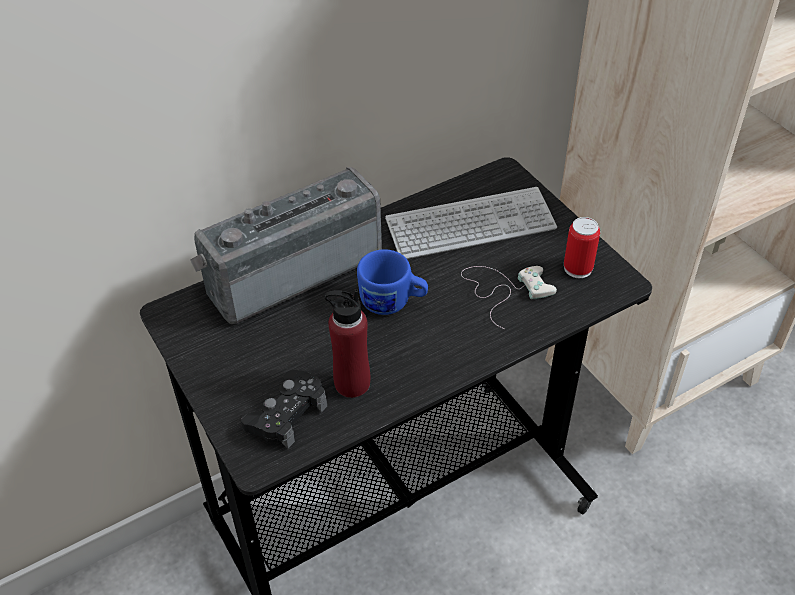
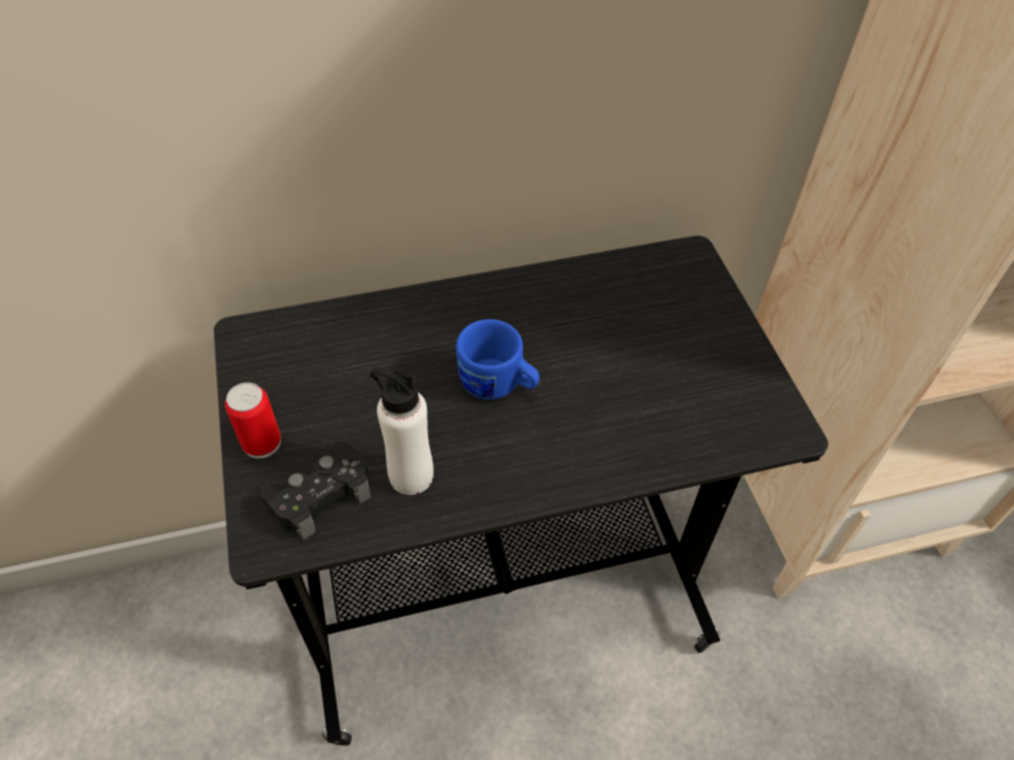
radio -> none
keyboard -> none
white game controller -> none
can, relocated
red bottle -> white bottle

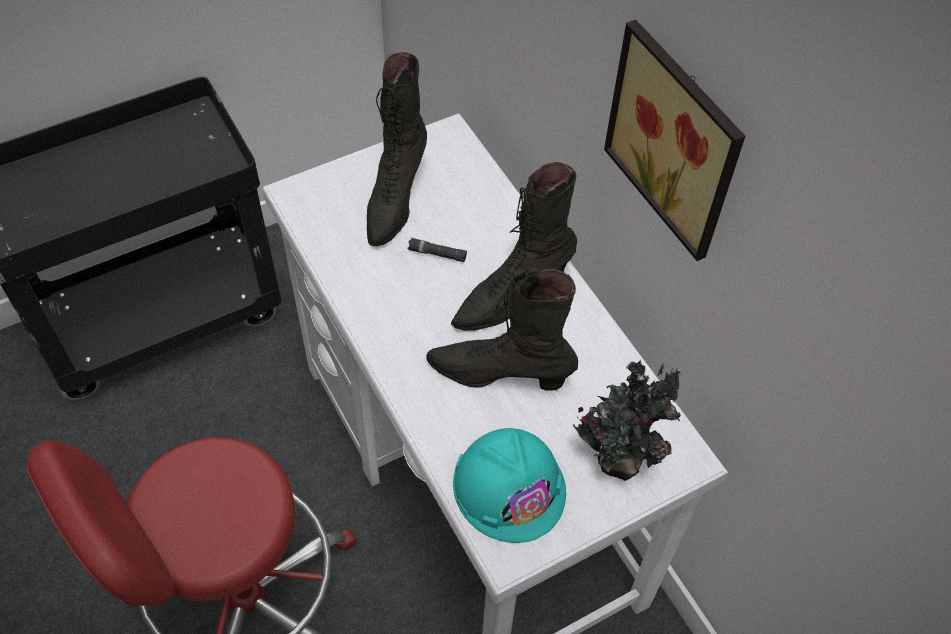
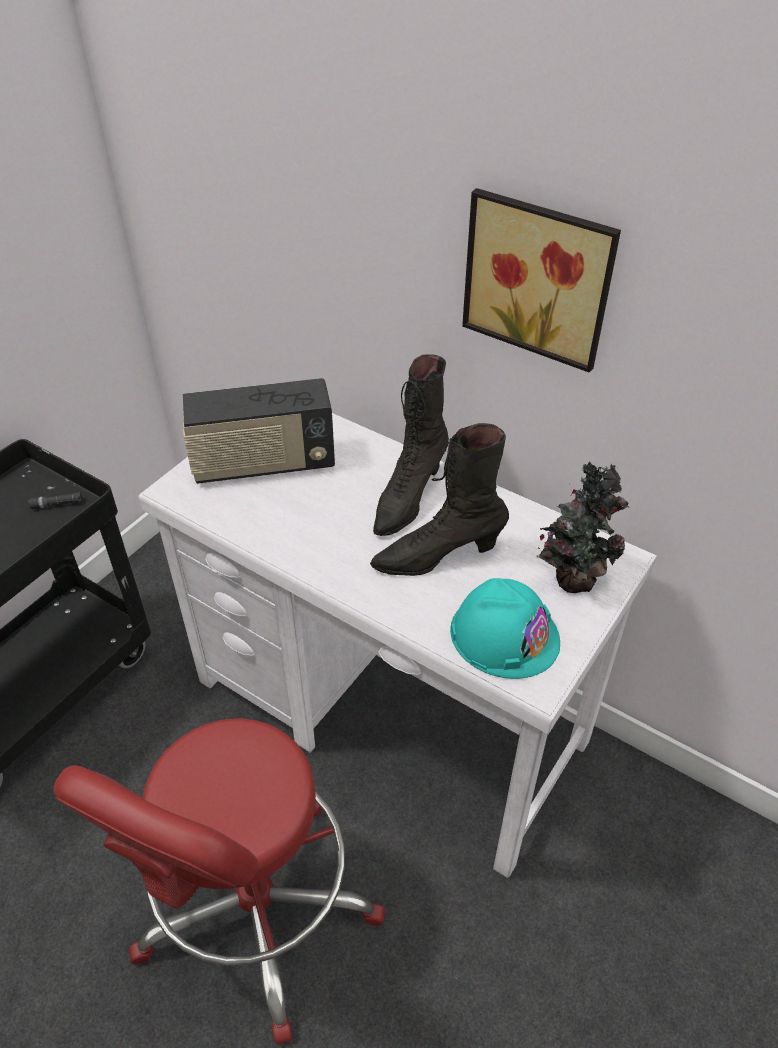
black flashlight, relocated
black boot (no. 1 from left) -> radio

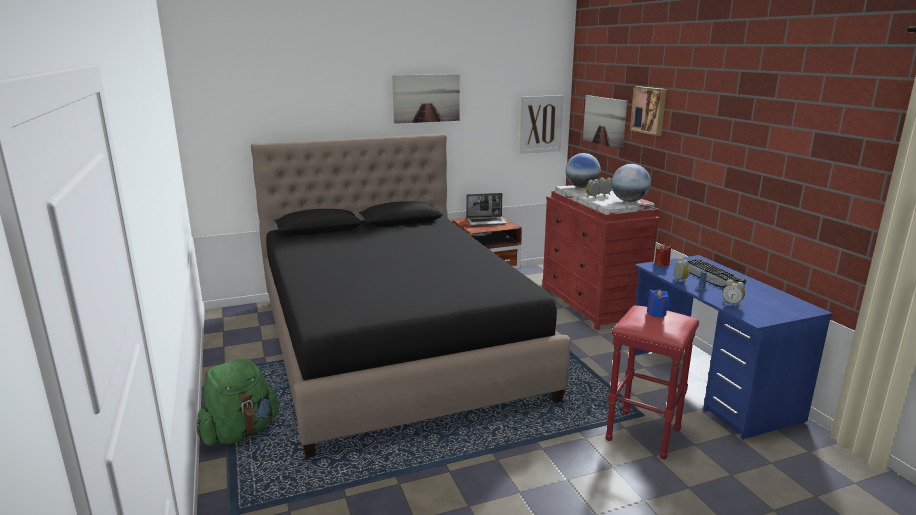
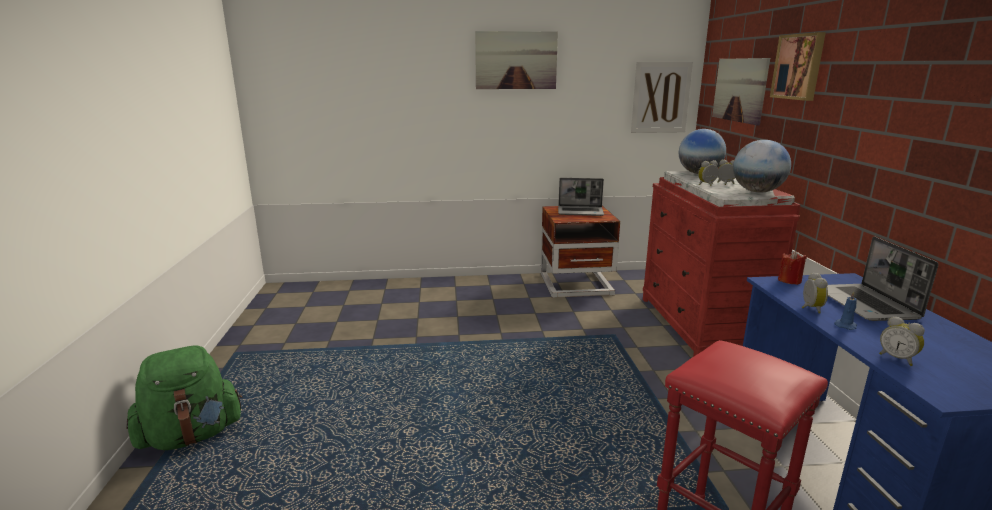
black bed -> none
blue candle (no. 1 from left) -> none
keyboard -> laptop (no. 2 from left)

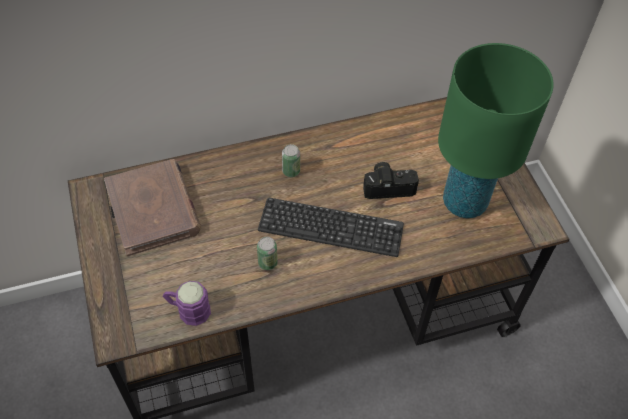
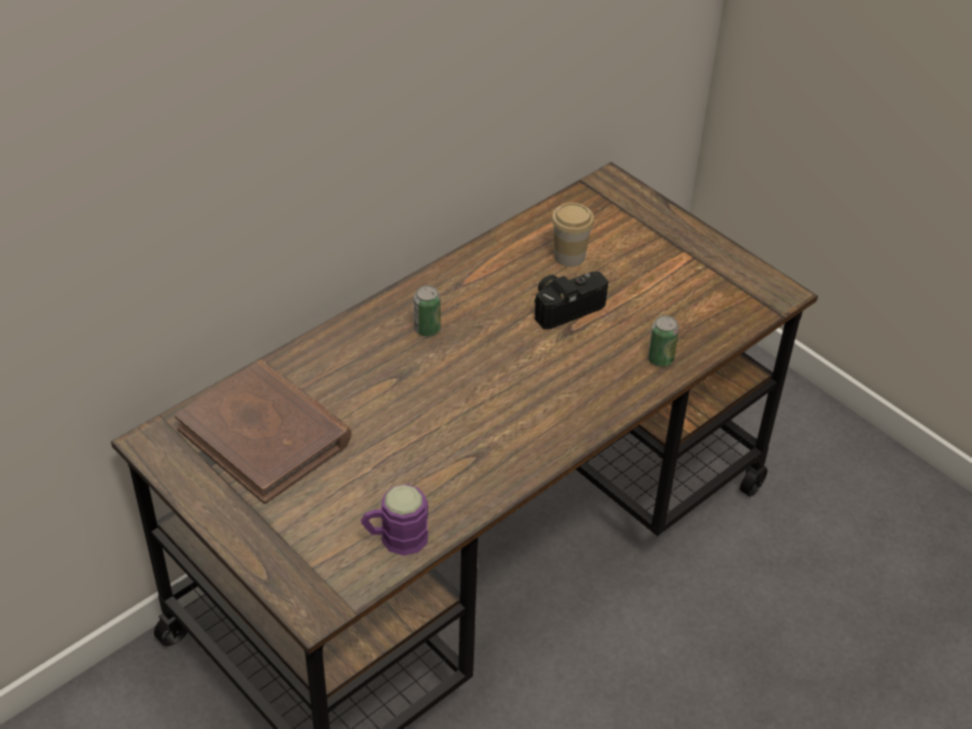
keyboard -> none
green table lamp -> none
none -> cup
can (no. 1 from left in the first image) -> can (no. 2 from left), relocated

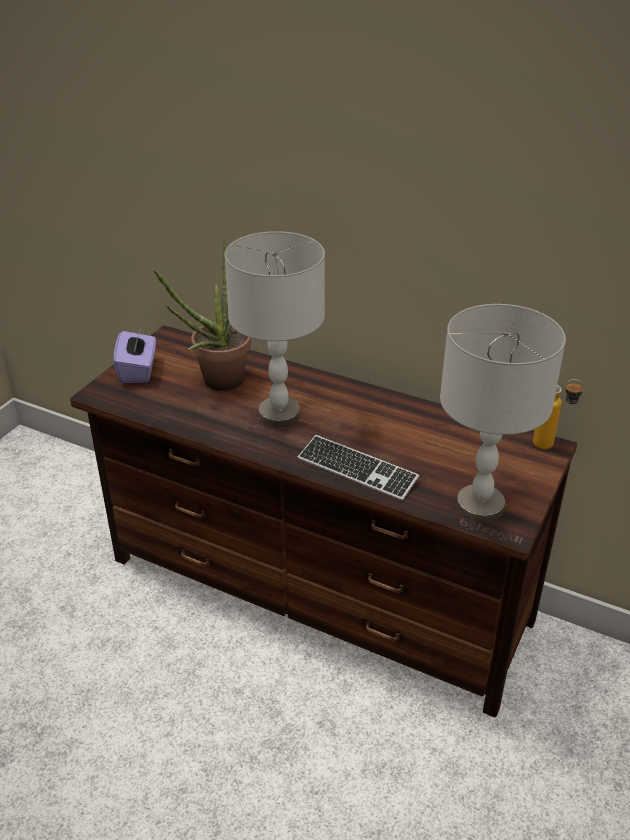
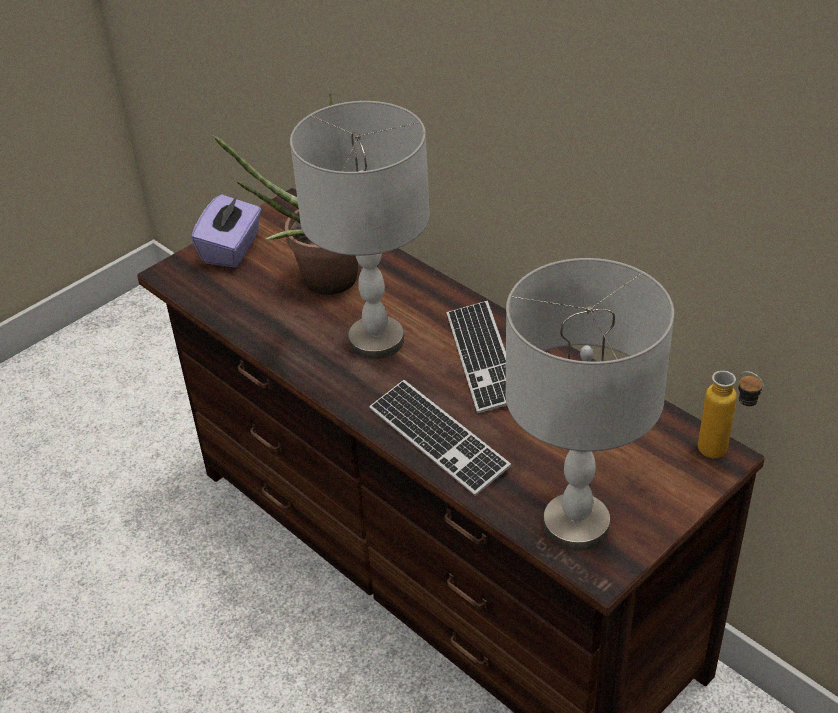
none -> keyboard (no. 2 from left)

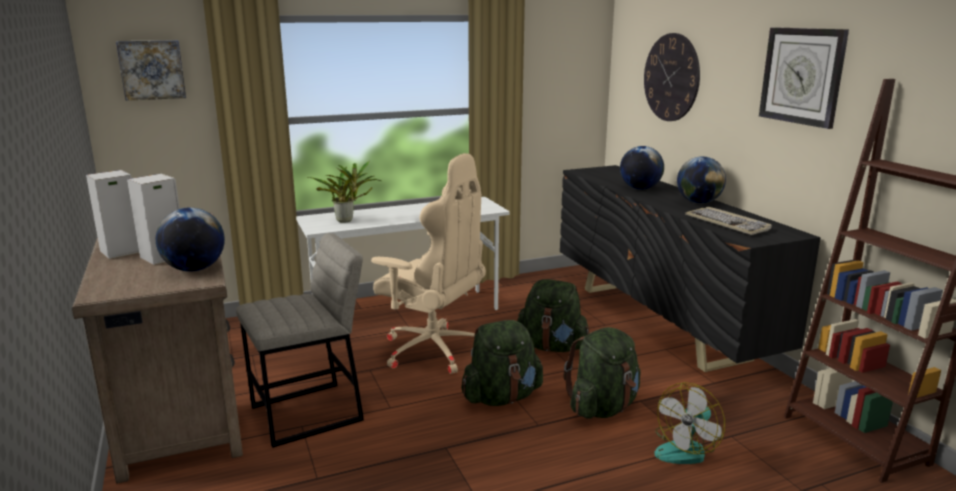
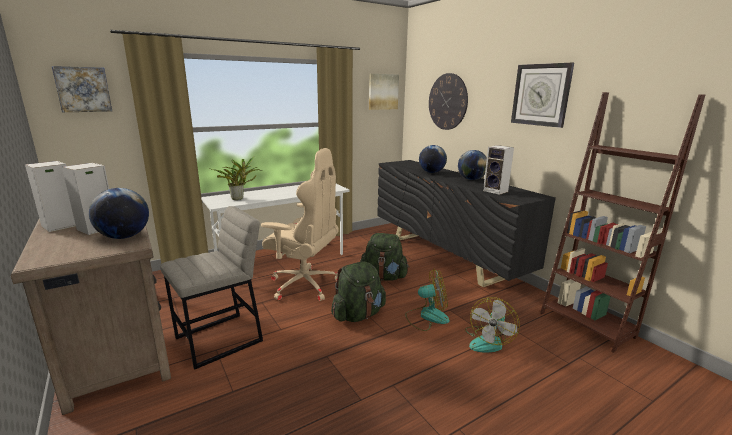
none -> picture (no. 2 from left)
green backpack (no. 3 from left) -> fan (no. 1 from left)
keyboard -> speaker (no. 3 from left)

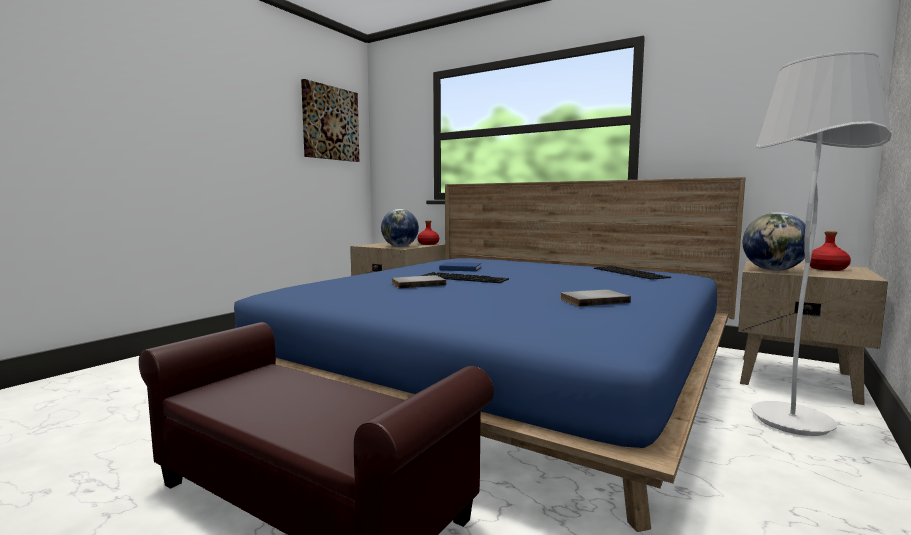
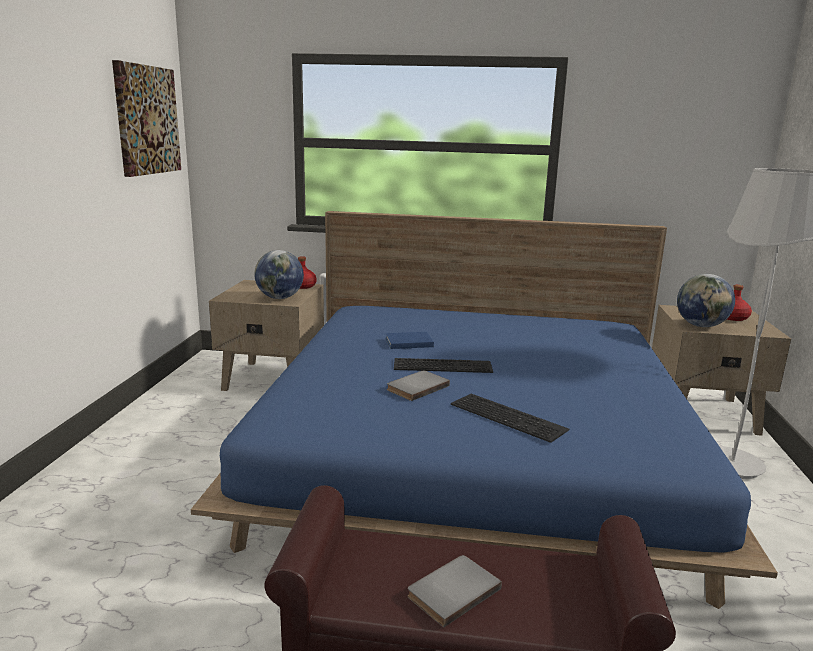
grey book (no. 2 from left), relocated
keyboard (no. 2 from left), relocated

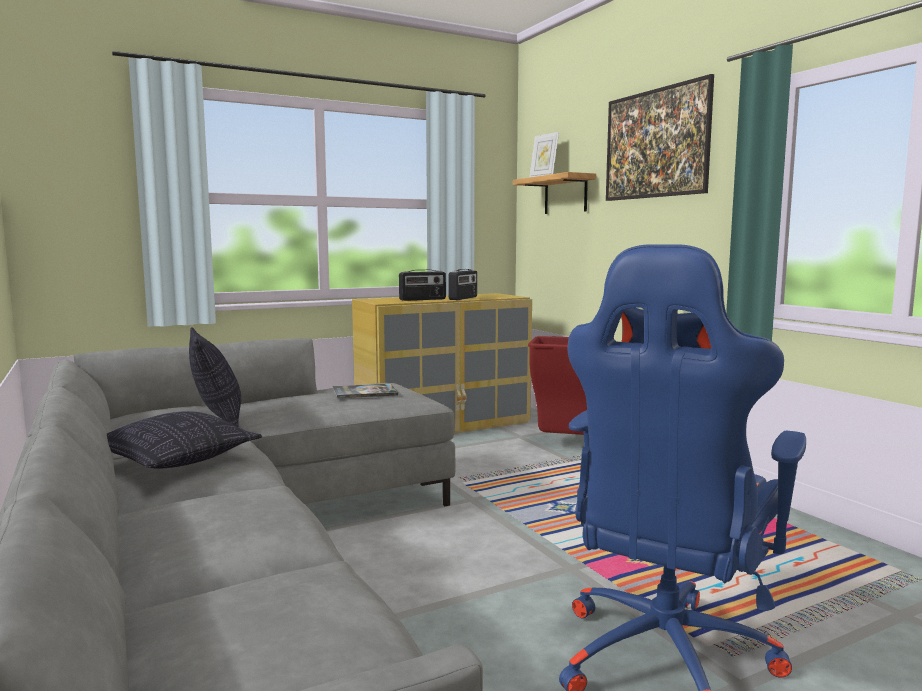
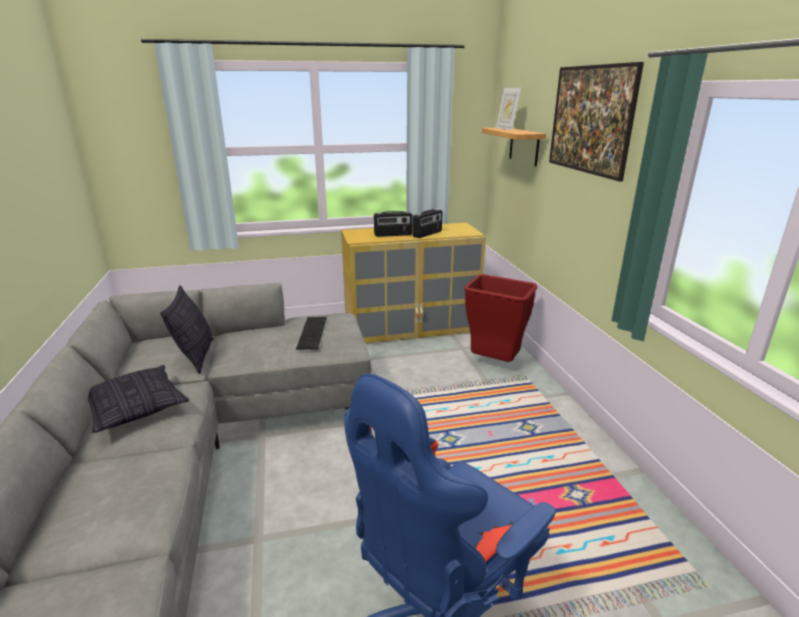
book -> keyboard

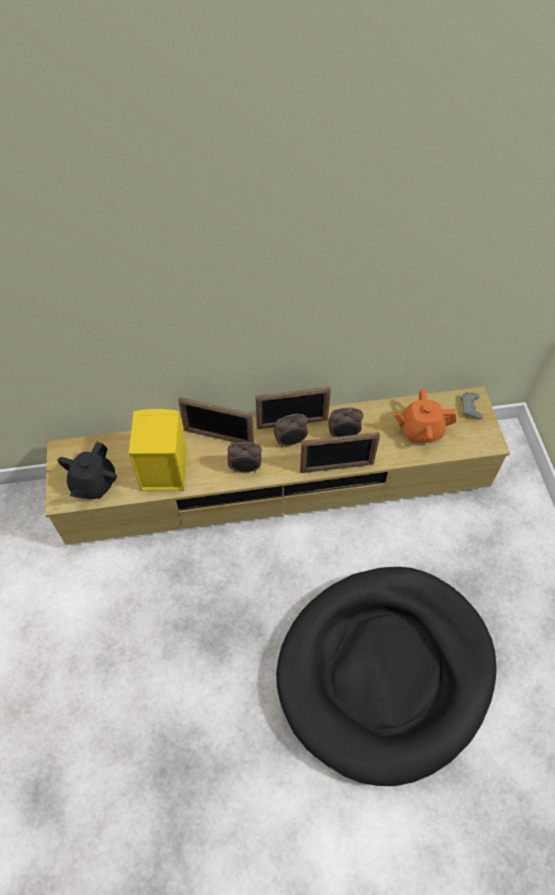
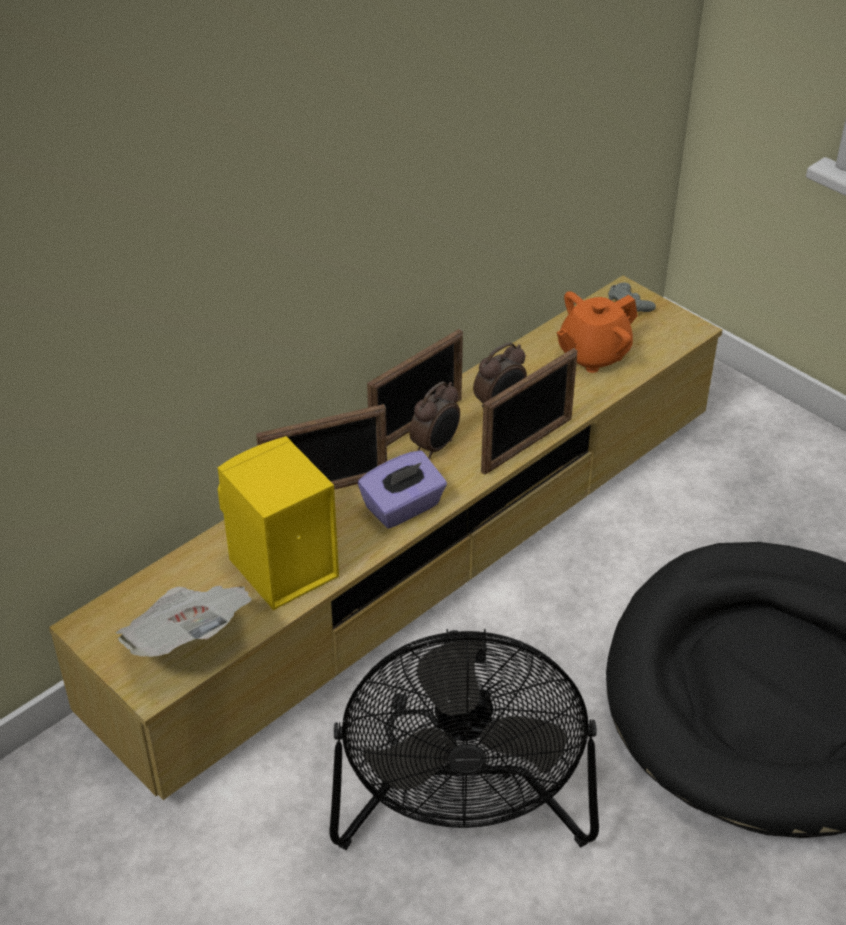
none -> black fan
black teapot -> newspaper
alarm clock (no. 1 from left) -> purple tissue box

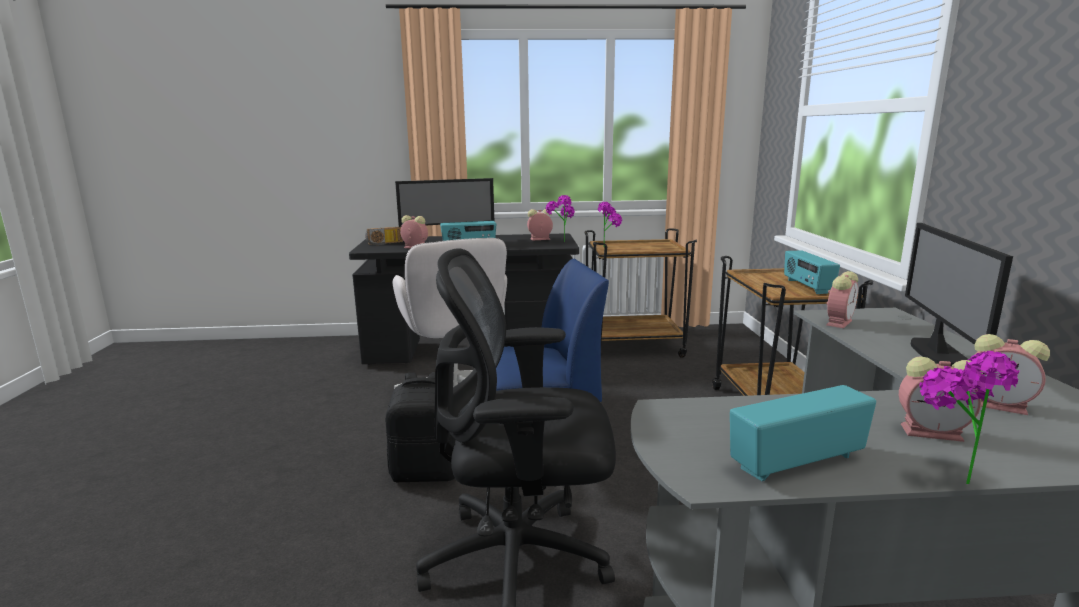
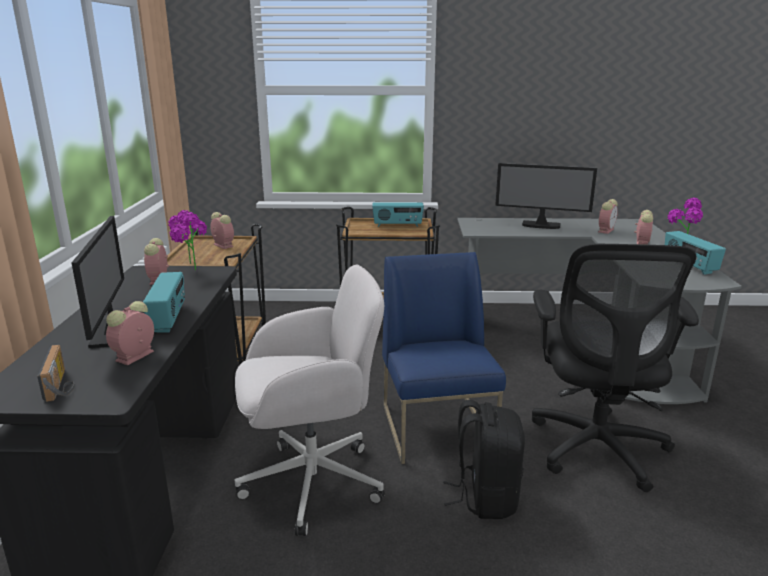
alarm clock (no. 3 from left), relocated

